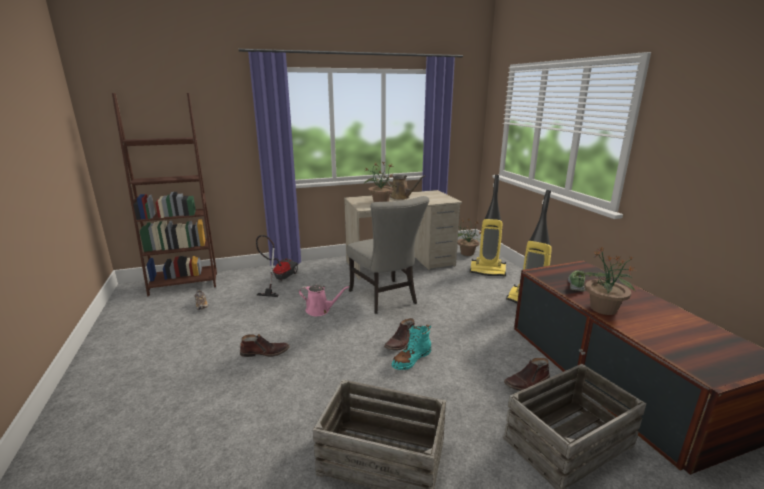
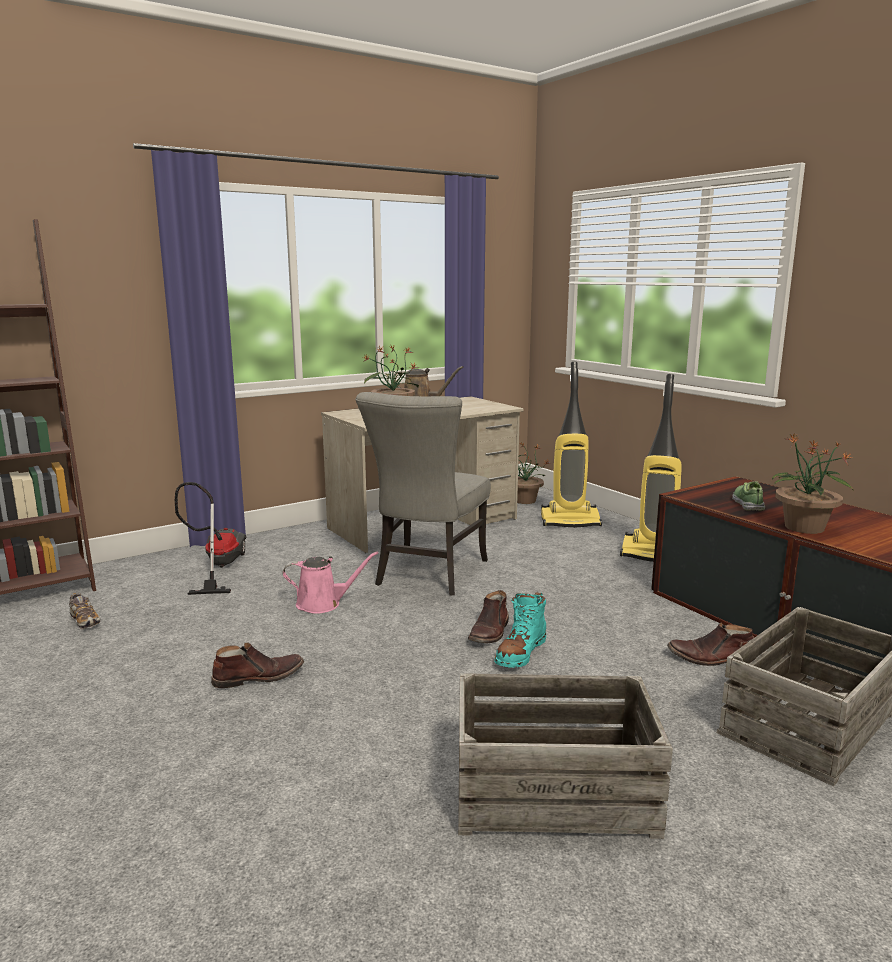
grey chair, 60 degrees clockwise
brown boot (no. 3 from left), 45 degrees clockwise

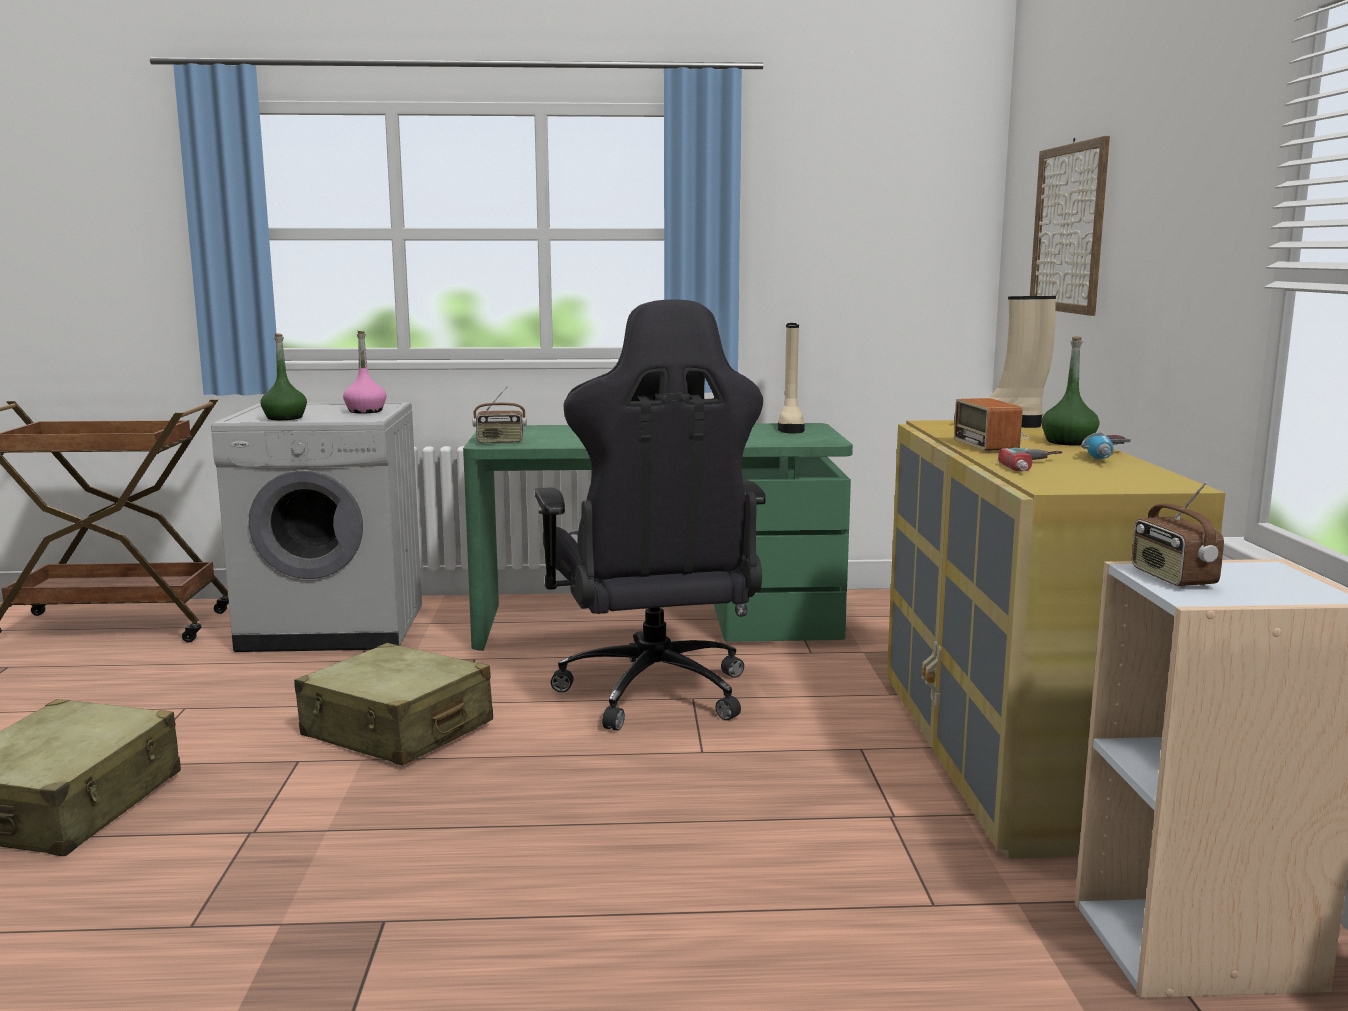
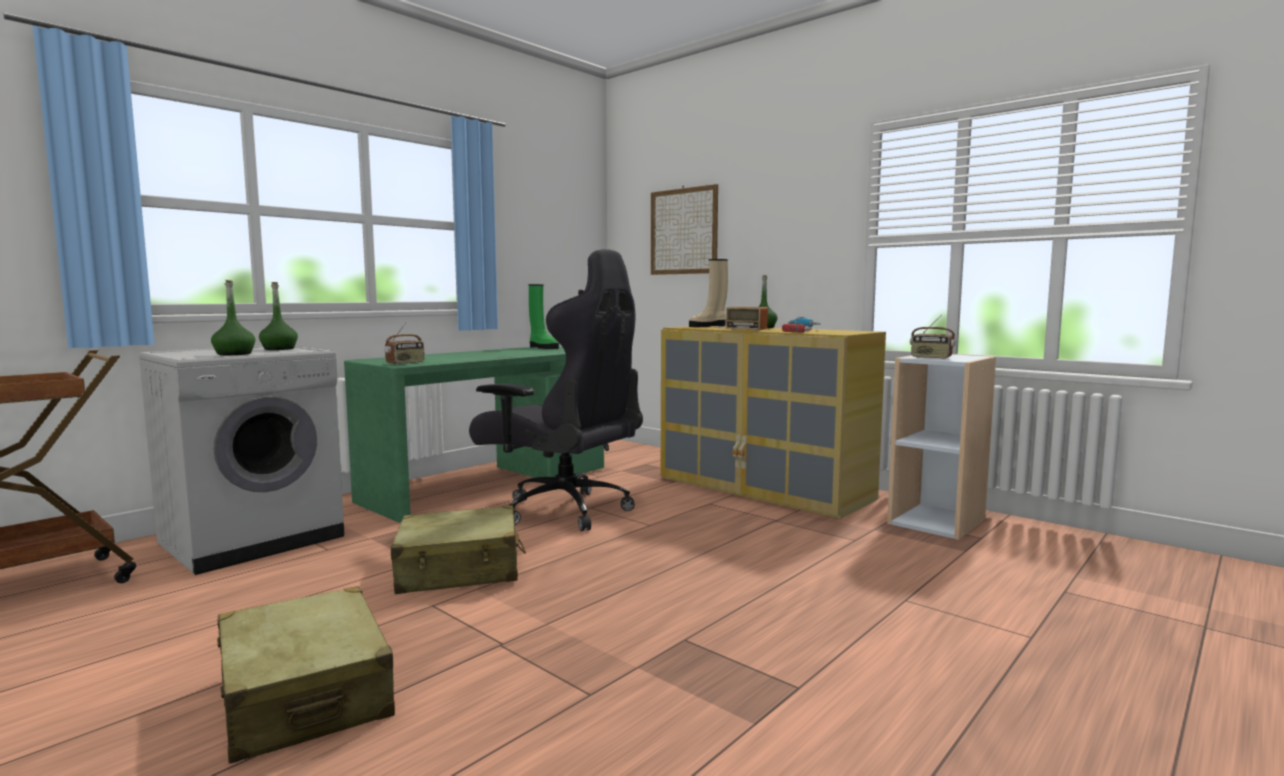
pink bottle -> green bottle (no. 2 from left)
beige boot (no. 1 from left) -> green boot

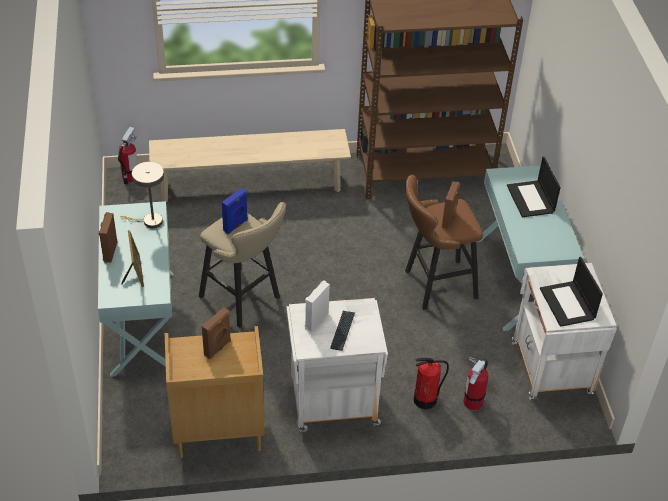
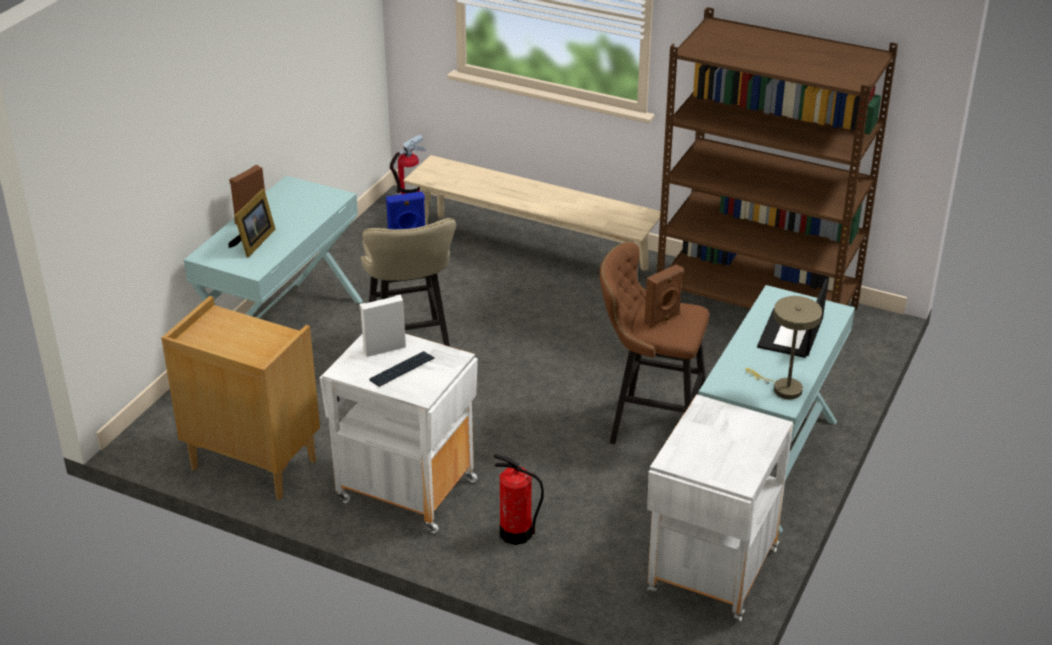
brown speaker (no. 2 from left) -> none
fire extinguisher (no. 3 from left) -> none
laptop (no. 2 from left) -> none
beige table lamp, relocated

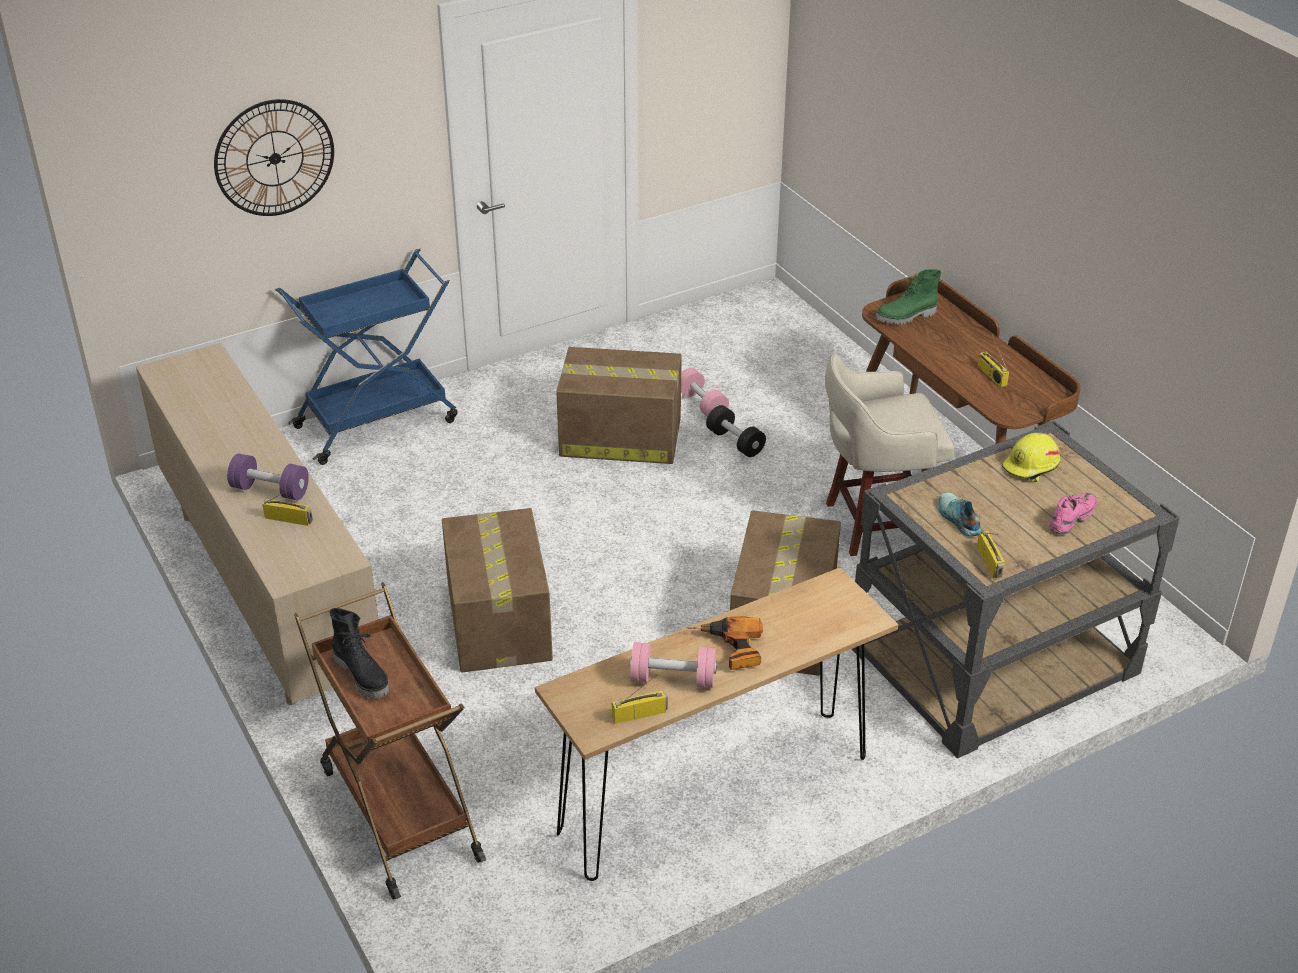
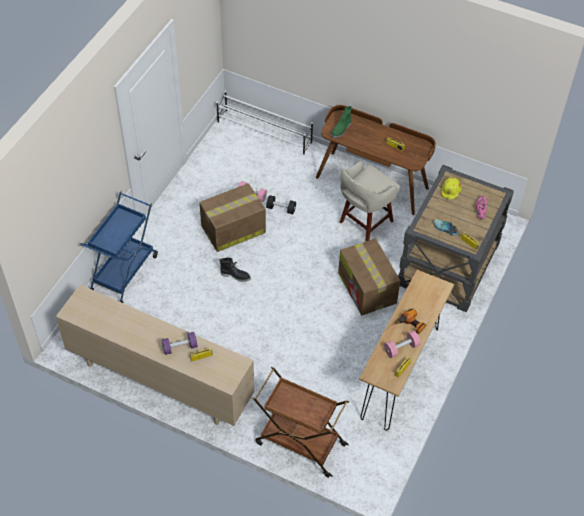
wall clock -> none
cardboard box (no. 1 from left) -> none
none -> white shoe rack
black boot, relocated

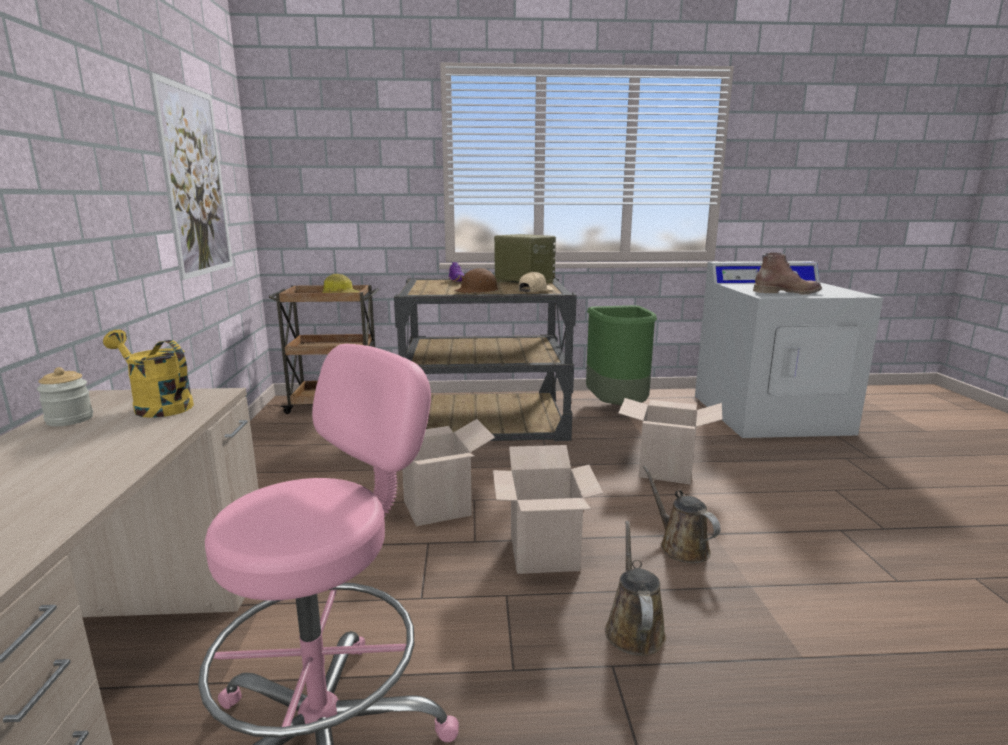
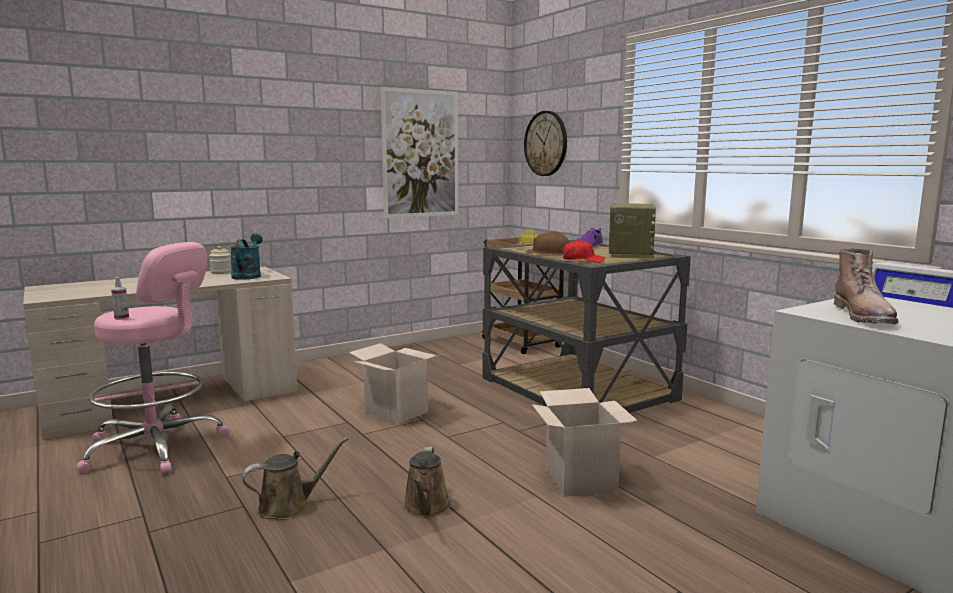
cardboard box (no. 2 from left) -> none
green trash can -> none
none -> spray bottle
none -> wall clock
yellow watering can -> turquoise watering can
beige cap -> red cap
brown watering can (no. 2 from left), 150 degrees clockwise
brown boot, 45 degrees clockwise

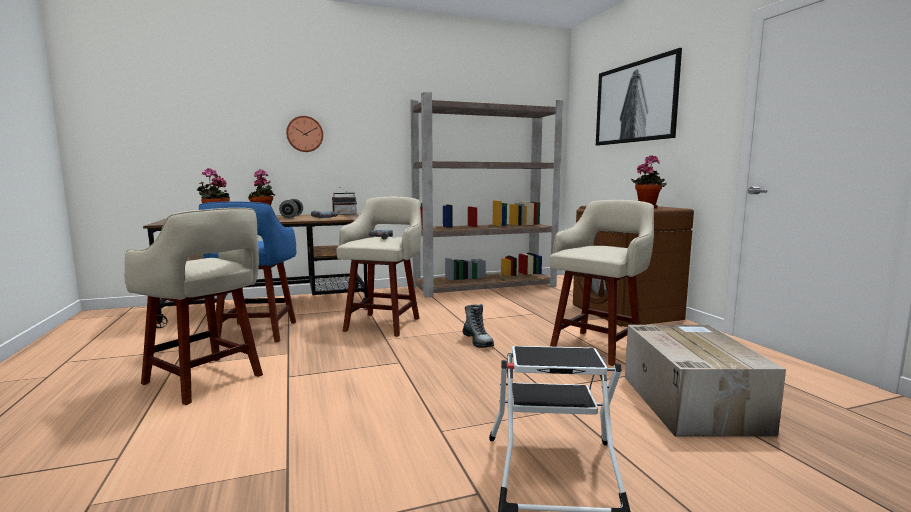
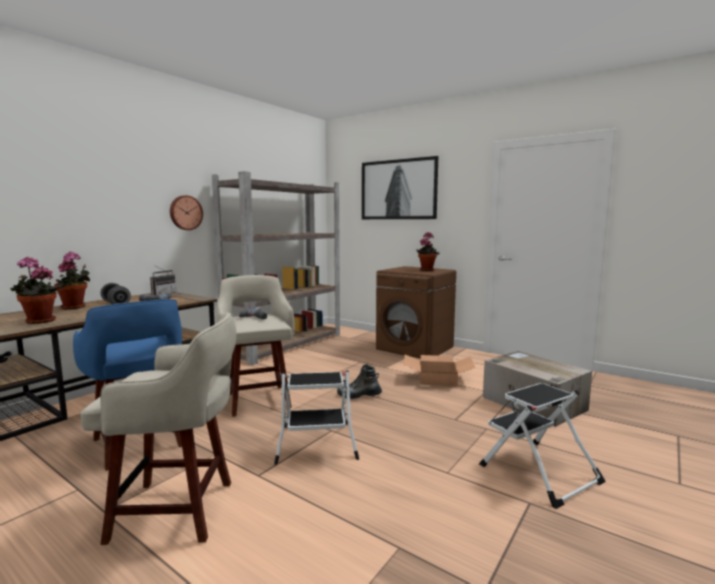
none -> step ladder (no. 1 from left)
wall clock, relocated
beige stool (no. 3 from left) -> cardboard box (no. 1 from left)
boot, 150 degrees clockwise

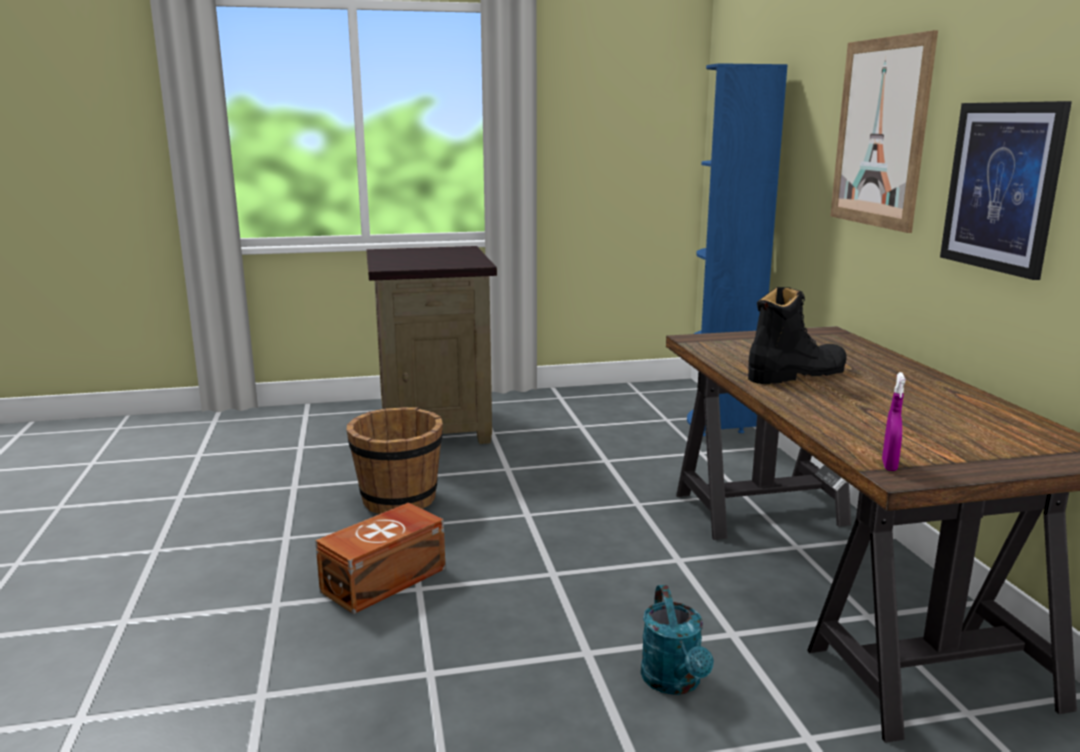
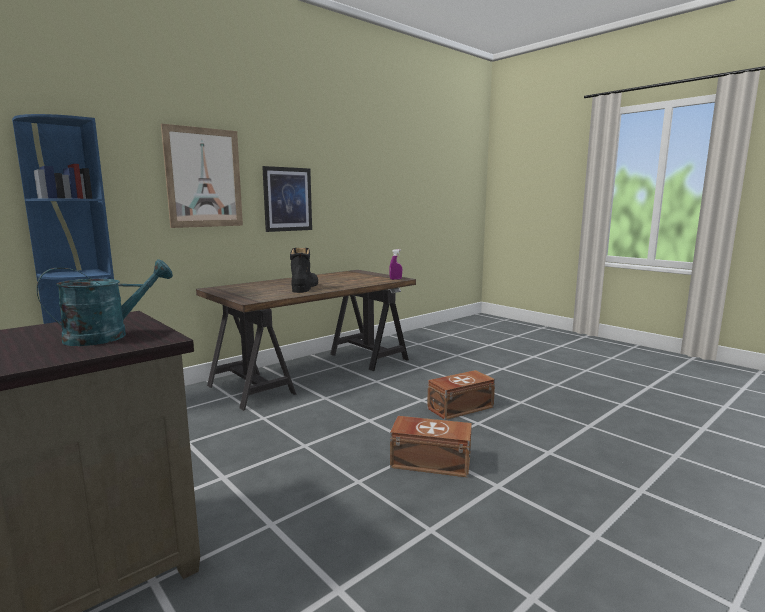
brown bucket -> none
none -> brown storage box (no. 2 from left)
turquoise watering can, relocated
black boot, 60 degrees clockwise

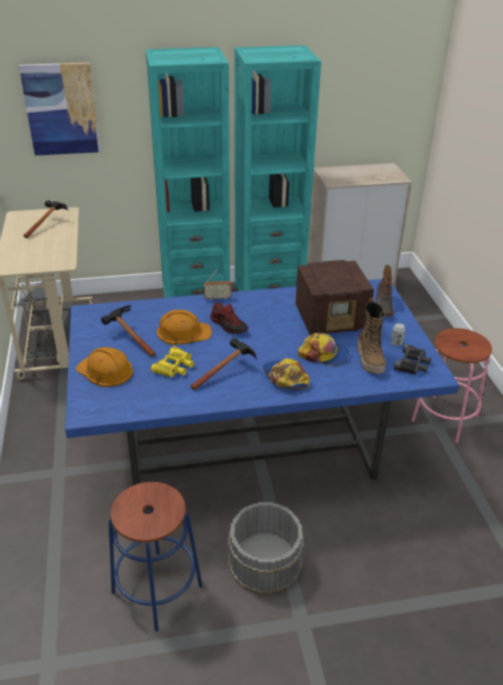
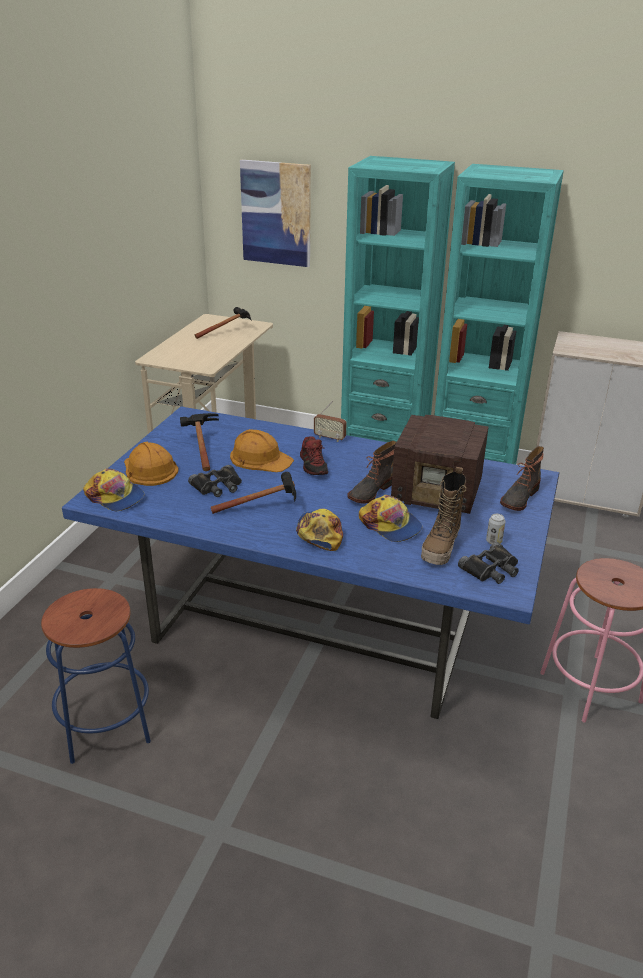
grey bucket -> none
none -> cap (no. 1 from left)
none -> boot (no. 1 from left)
yellow binoculars -> black binoculars (no. 1 from left)

